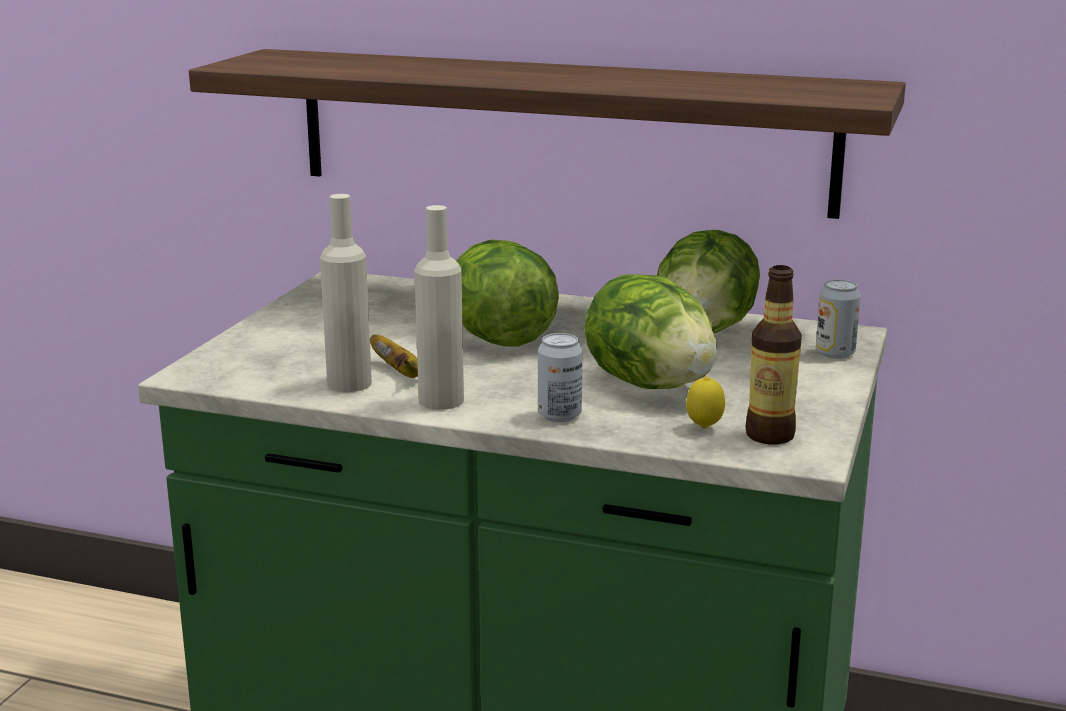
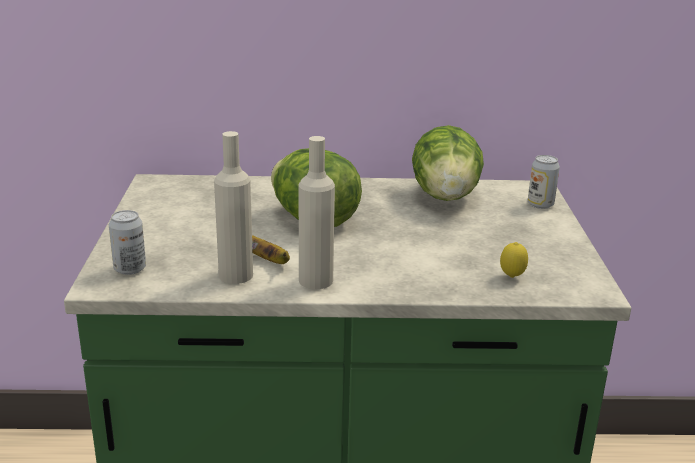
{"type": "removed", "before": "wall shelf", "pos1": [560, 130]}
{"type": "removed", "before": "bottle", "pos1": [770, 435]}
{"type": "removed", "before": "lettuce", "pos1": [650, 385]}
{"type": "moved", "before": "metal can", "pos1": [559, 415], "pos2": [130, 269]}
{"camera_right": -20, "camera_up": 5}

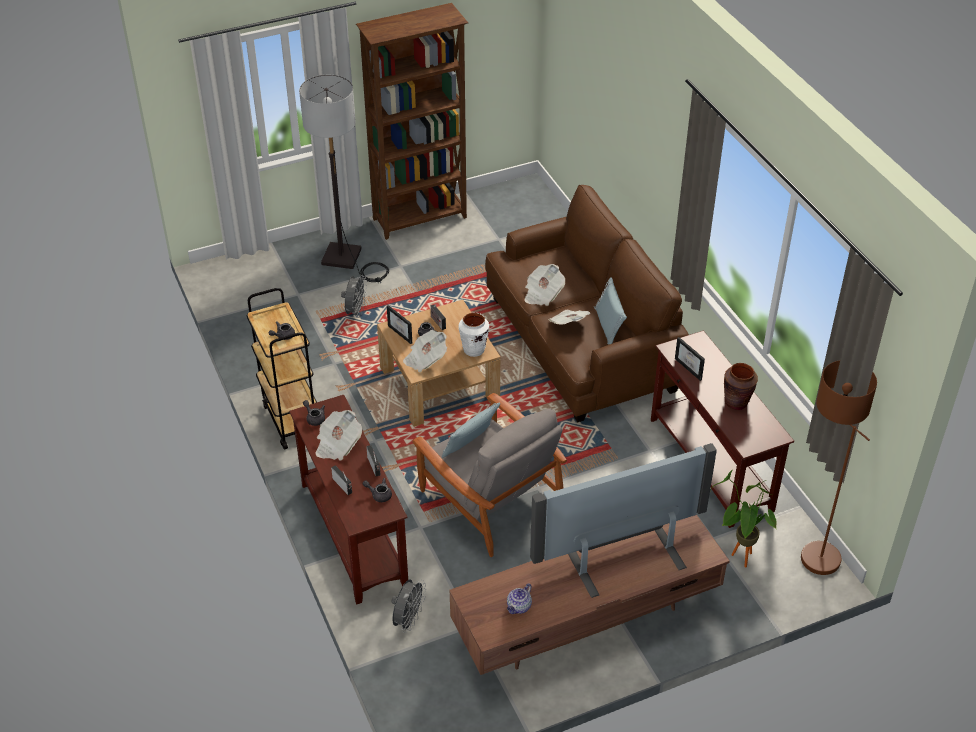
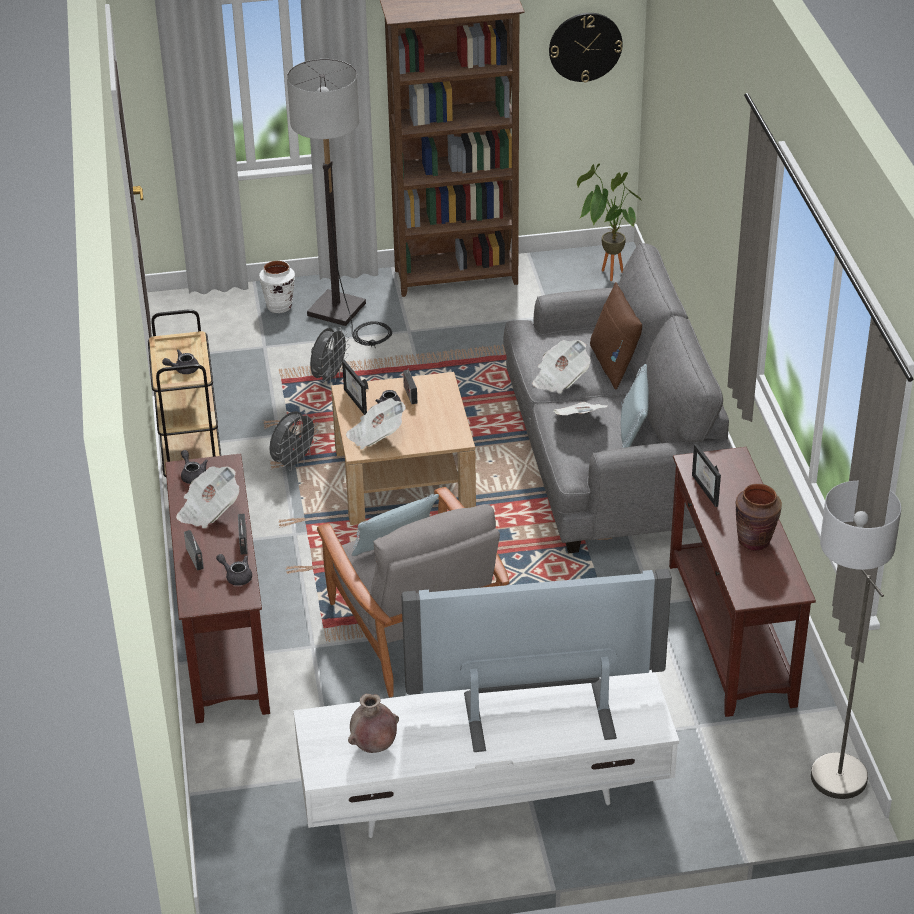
{"type": "recoloured", "before": "brownish sofa", "after": "gray sofa", "pos1": [580, 344], "pos2": [610, 459]}
{"type": "moved", "before": "white decorative vase", "pos1": [474, 350], "pos2": [279, 307]}
{"type": "recoloured", "before": "brownish floor lamp", "after": "gray floor lamp", "pos1": [812, 551], "pos2": [830, 766]}
{"type": "moved", "before": "houseplant", "pos1": [737, 560], "pos2": [606, 275]}
{"type": "recoloured", "before": "brownish media console", "after": "white media console", "pos1": [587, 624], "pos2": [485, 801]}
{"type": "moved", "before": "gray fan", "pos1": [408, 620], "pos2": [293, 462]}
{"type": "replaced", "before": "tea pot", "after": "brownish decorative vase", "pos1": [519, 607], "pos2": [374, 747]}
{"type": "added", "after": "clock on the wall", "pos2": [585, 46]}
{"type": "added", "after": "brownish cushion", "pos2": [614, 366]}
{"camera_right": 15, "camera_up": -5}

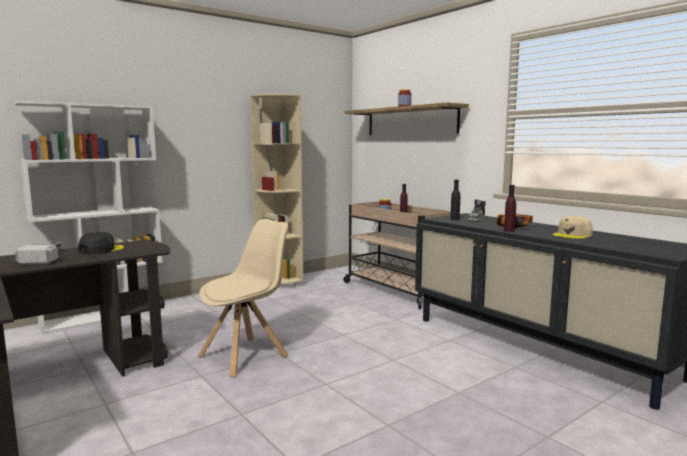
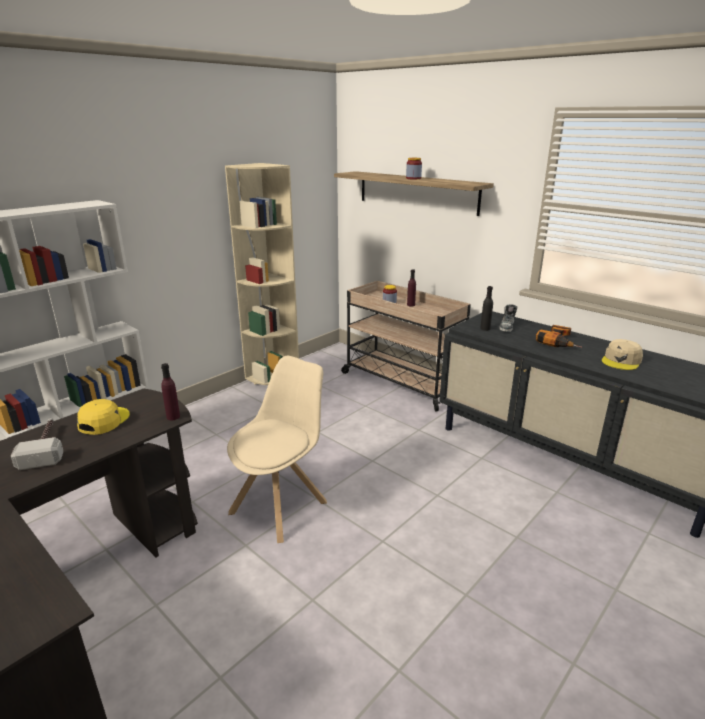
{"type": "moved", "before": "purplish bottle", "pos1": [509, 230], "pos2": [173, 417]}
{"type": "recoloured", "before": "black-coloured baseball cap", "after": "yellow baseball cap", "pos1": [101, 250], "pos2": [104, 421]}
{"camera_right": -10, "camera_up": 15}

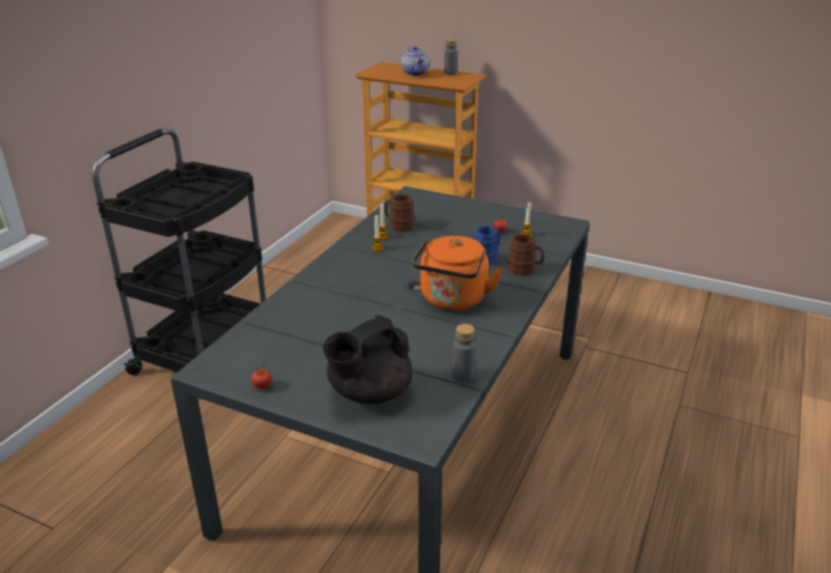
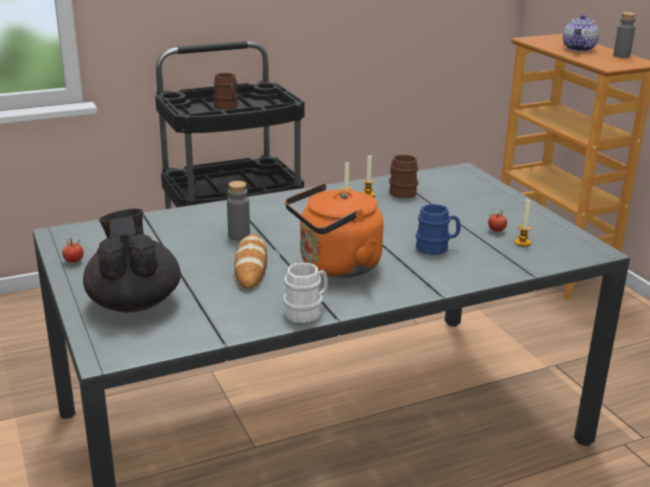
{"type": "moved", "before": "brownish coffee mug", "pos1": [525, 270], "pos2": [227, 106]}
{"type": "turned", "before": "black-coloured tea pot", "pos1": [369, 393], "pos2": [134, 302], "turn": 75}
{"type": "moved", "before": "gray bottle", "pos1": [463, 376], "pos2": [239, 235]}
{"type": "added", "after": "bread", "pos2": [251, 265]}
{"type": "added", "after": "white coffee mug", "pos2": [307, 311]}
{"camera_right": 40, "camera_up": -5}

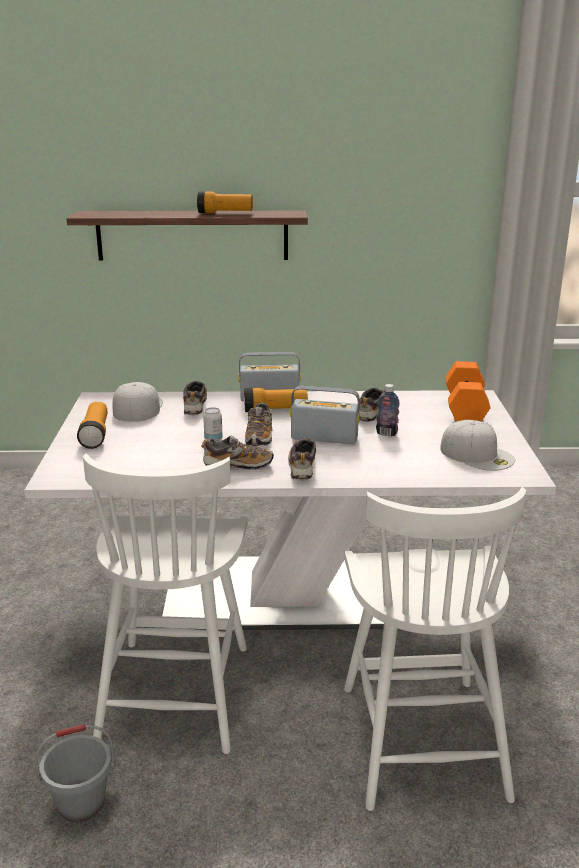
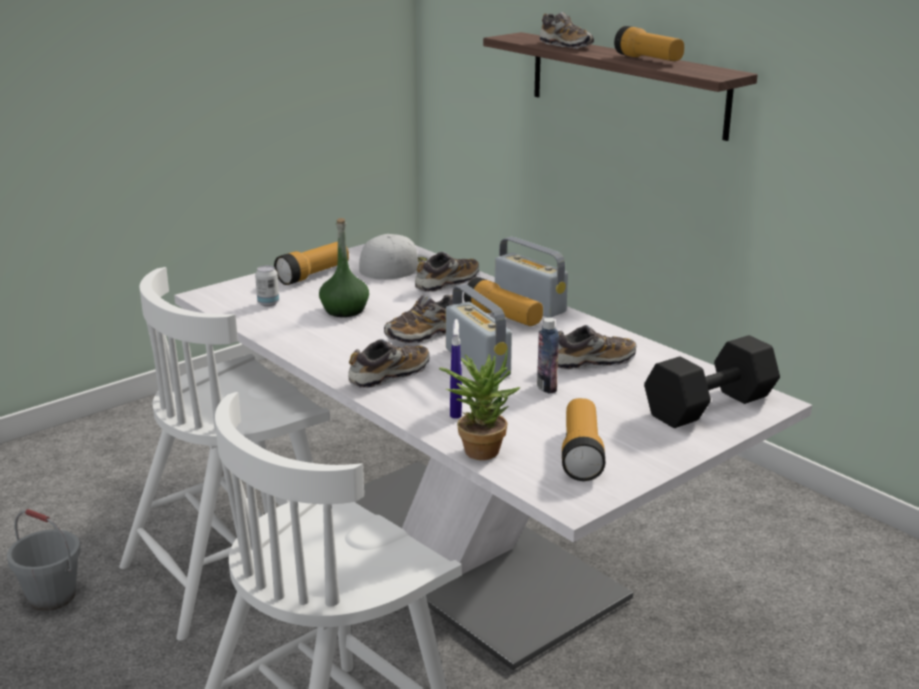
{"type": "recoloured", "before": "orangey hand weight", "after": "black-coloured hand weight", "pos1": [463, 408], "pos2": [709, 405]}
{"type": "moved", "before": "metal can", "pos1": [213, 439], "pos2": [268, 303]}
{"type": "replaced", "before": "white baseball cap", "after": "torch", "pos1": [477, 454], "pos2": [581, 454]}
{"type": "moved", "before": "item of footwear", "pos1": [238, 465], "pos2": [566, 45]}
{"type": "added", "after": "green bottle", "pos2": [345, 310]}
{"type": "added", "after": "bluish sprayer", "pos2": [456, 411]}
{"type": "added", "after": "houseplant", "pos2": [479, 448]}
{"camera_right": 50, "camera_up": 0}

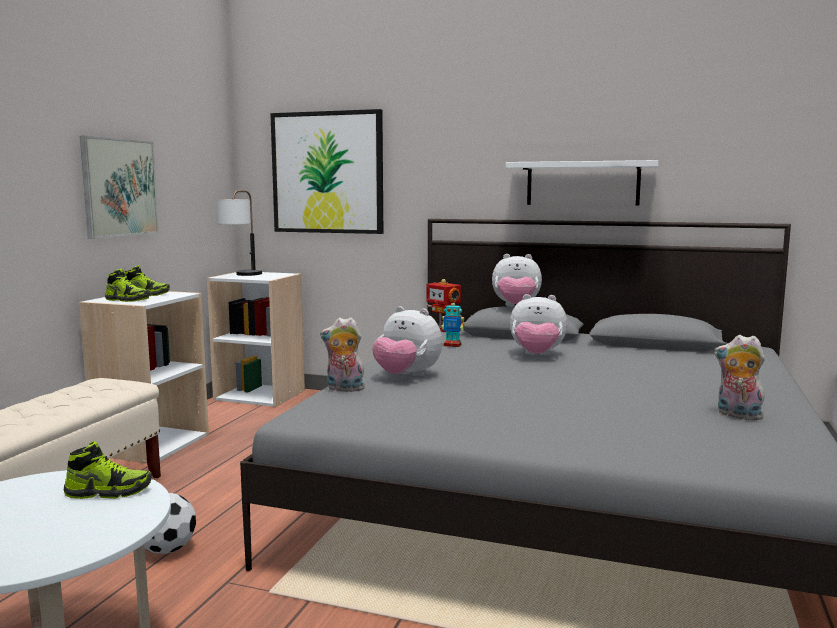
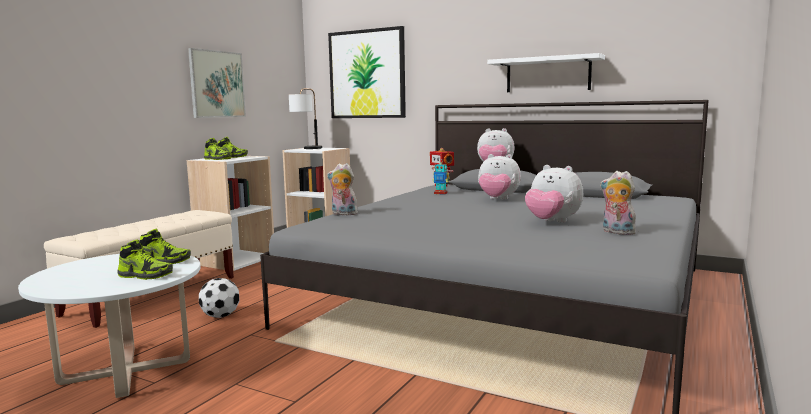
{"type": "moved", "before": "plush toy", "pos1": [406, 376], "pos2": [552, 222]}
{"type": "added", "after": "item of footwear", "pos2": [146, 276]}
{"camera_right": 10, "camera_up": 0}

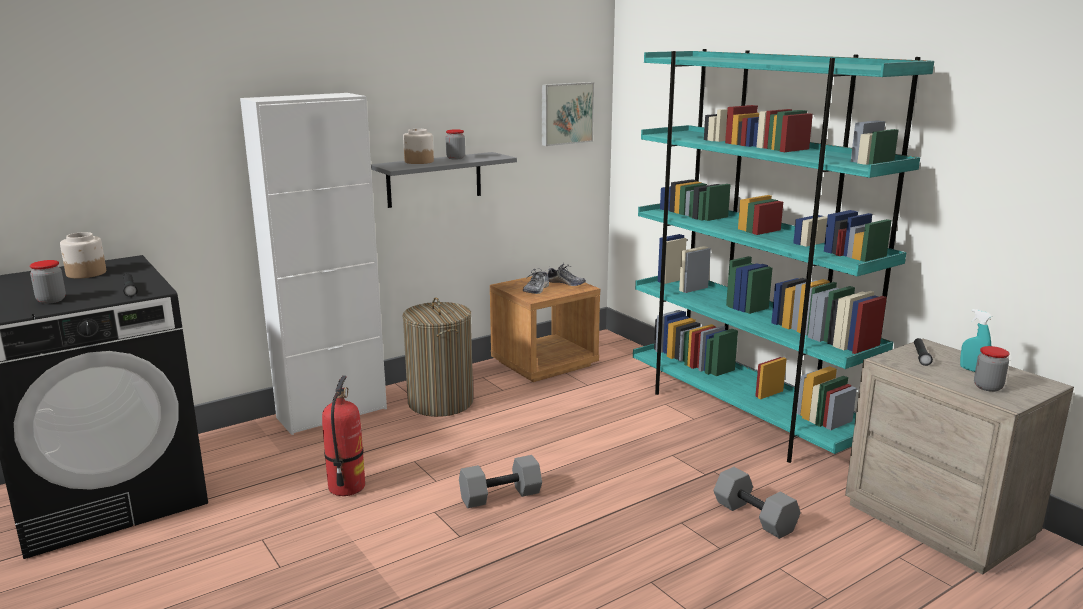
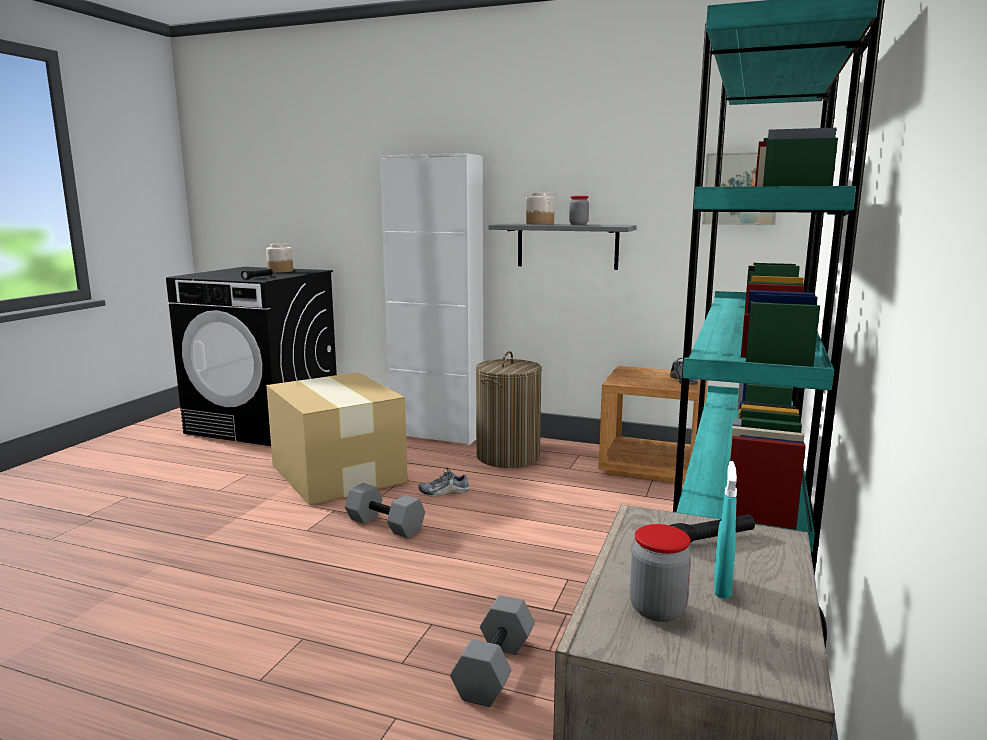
{"type": "removed", "before": "storage jar", "pos1": [51, 300]}
{"type": "moved", "before": "item of footwear", "pos1": [536, 289], "pos2": [444, 492]}
{"type": "replaced", "before": "fire extinguisher", "after": "cardboard box", "pos1": [346, 487], "pos2": [338, 472]}
{"camera_right": 55, "camera_up": -5}

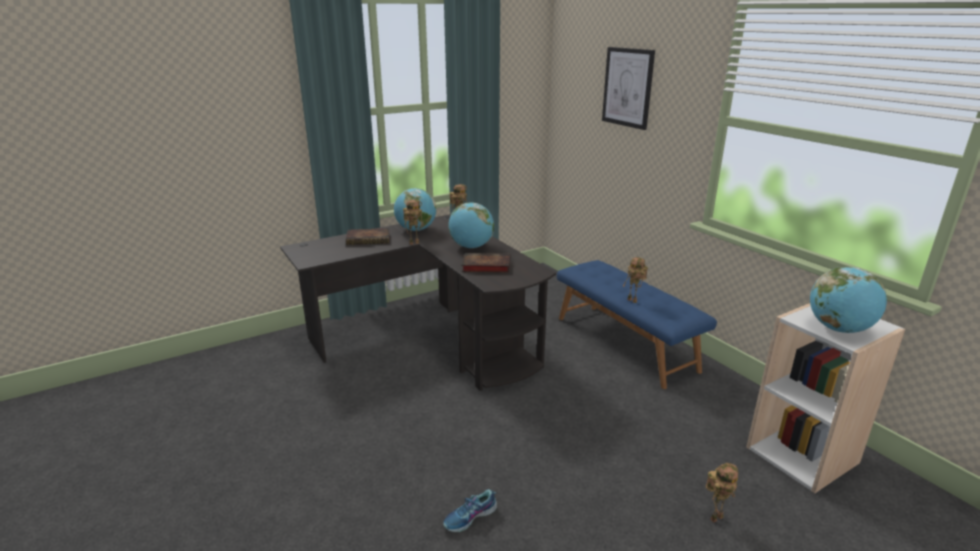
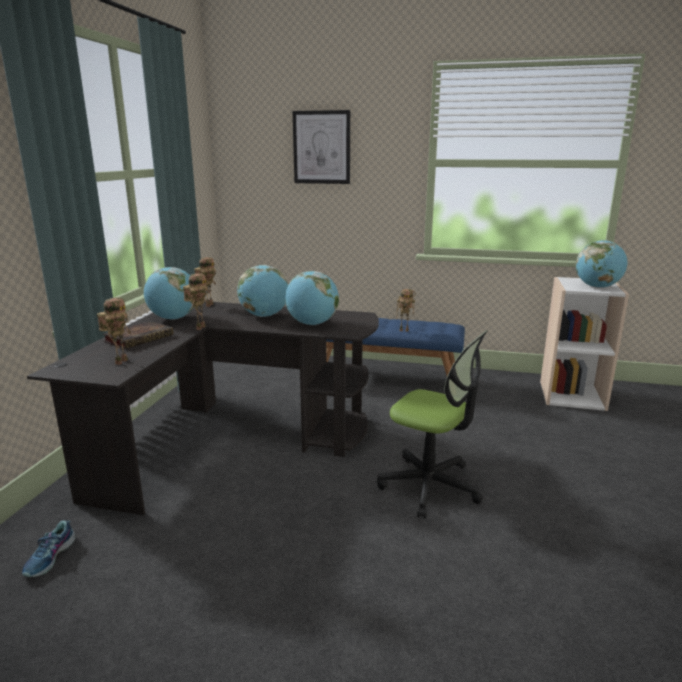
{"type": "replaced", "before": "bound book", "after": "globe", "pos1": [485, 266], "pos2": [312, 324]}
{"type": "moved", "before": "model robot", "pos1": [716, 516], "pos2": [120, 361]}
{"type": "moved", "before": "item of footwear", "pos1": [470, 517], "pos2": [51, 557]}
{"type": "added", "after": "office chair", "pos2": [430, 485]}
{"camera_right": -45, "camera_up": -5}

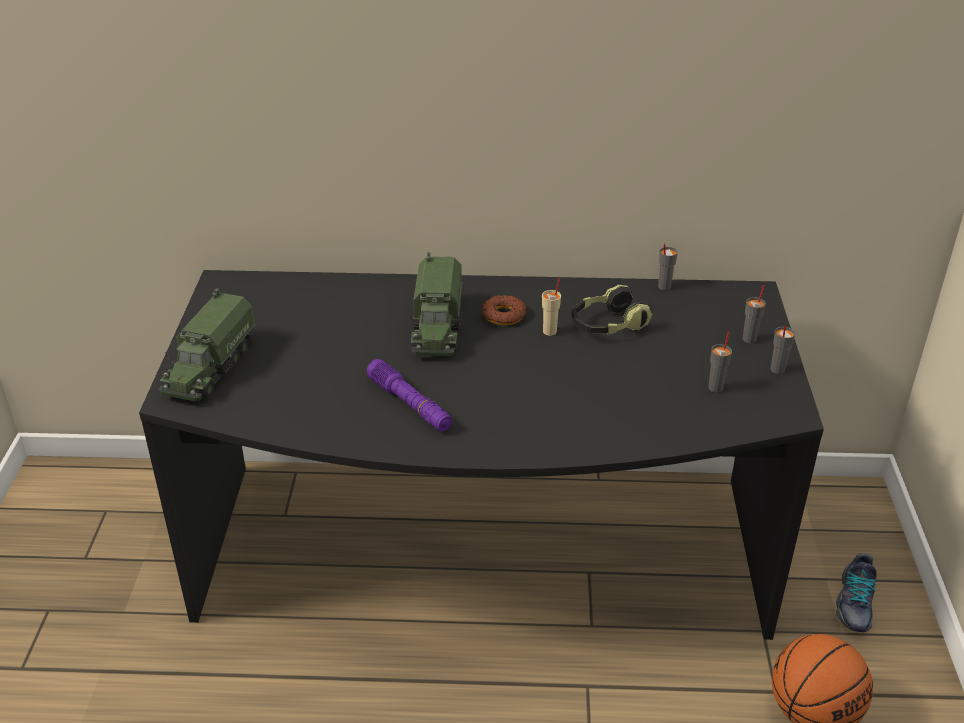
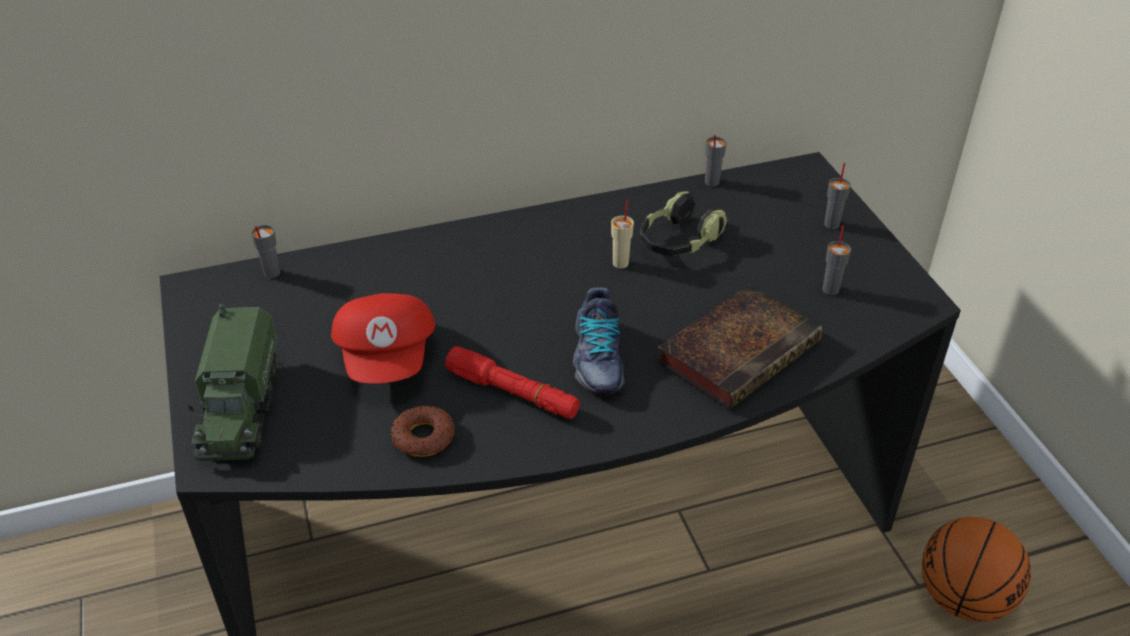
{"type": "removed", "before": "toy truck", "pos1": [437, 328]}
{"type": "moved", "before": "ring doughnut", "pos1": [503, 315], "pos2": [423, 437]}
{"type": "moved", "before": "gray small cup", "pos1": [777, 369], "pos2": [271, 273]}
{"type": "recoloured", "before": "purplish torch", "after": "reddish torch", "pos1": [409, 404], "pos2": [513, 393]}
{"type": "moved", "before": "item of footwear", "pos1": [853, 603], "pos2": [597, 358]}
{"type": "added", "after": "bound book", "pos2": [740, 350]}
{"type": "added", "after": "reddish baseball cap", "pos2": [388, 357]}
{"camera_right": -20, "camera_up": 5}

